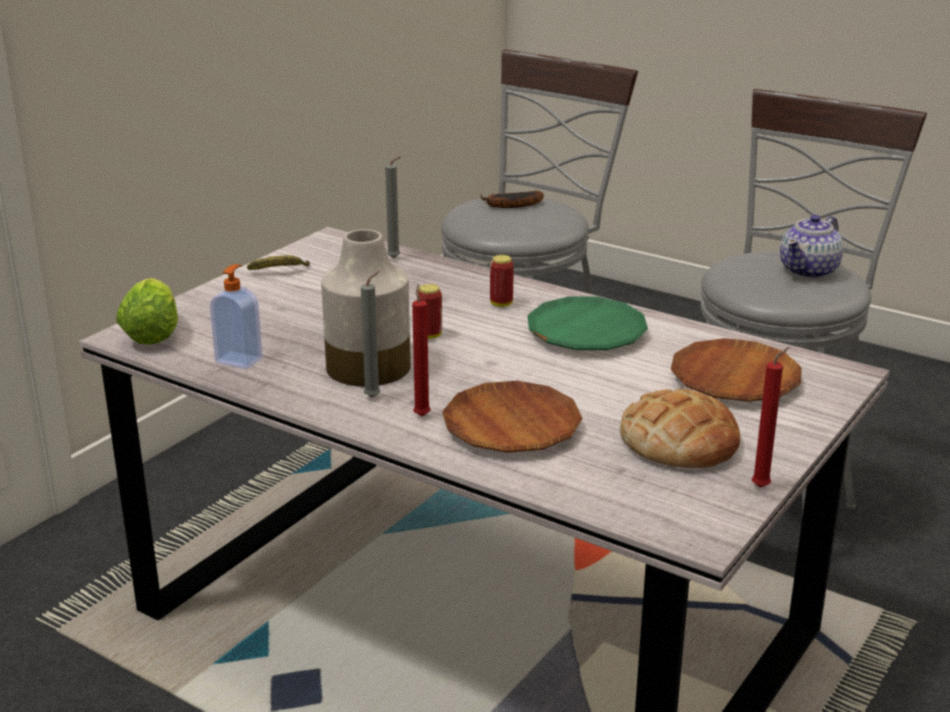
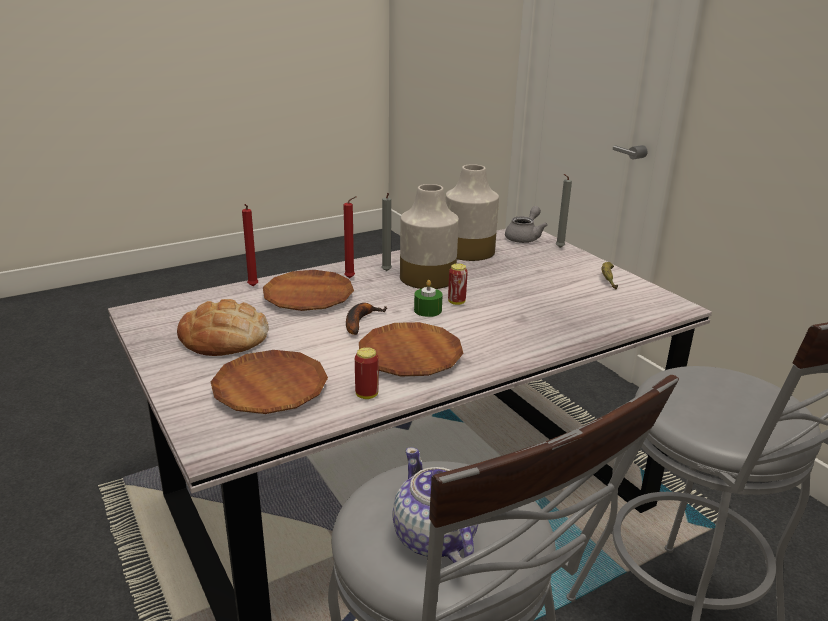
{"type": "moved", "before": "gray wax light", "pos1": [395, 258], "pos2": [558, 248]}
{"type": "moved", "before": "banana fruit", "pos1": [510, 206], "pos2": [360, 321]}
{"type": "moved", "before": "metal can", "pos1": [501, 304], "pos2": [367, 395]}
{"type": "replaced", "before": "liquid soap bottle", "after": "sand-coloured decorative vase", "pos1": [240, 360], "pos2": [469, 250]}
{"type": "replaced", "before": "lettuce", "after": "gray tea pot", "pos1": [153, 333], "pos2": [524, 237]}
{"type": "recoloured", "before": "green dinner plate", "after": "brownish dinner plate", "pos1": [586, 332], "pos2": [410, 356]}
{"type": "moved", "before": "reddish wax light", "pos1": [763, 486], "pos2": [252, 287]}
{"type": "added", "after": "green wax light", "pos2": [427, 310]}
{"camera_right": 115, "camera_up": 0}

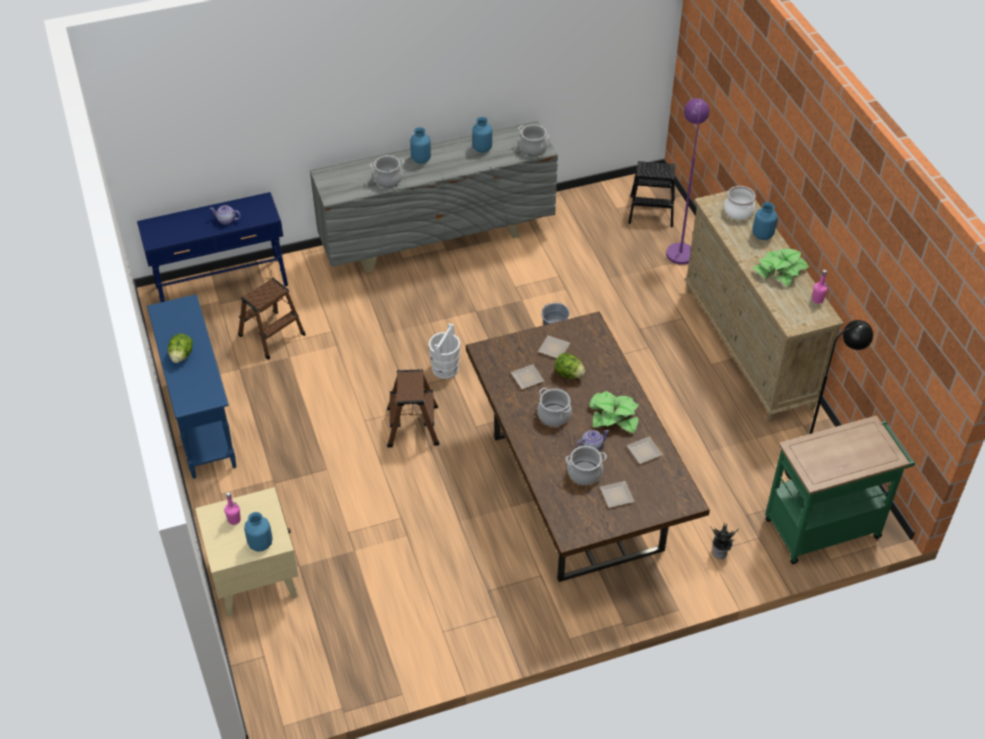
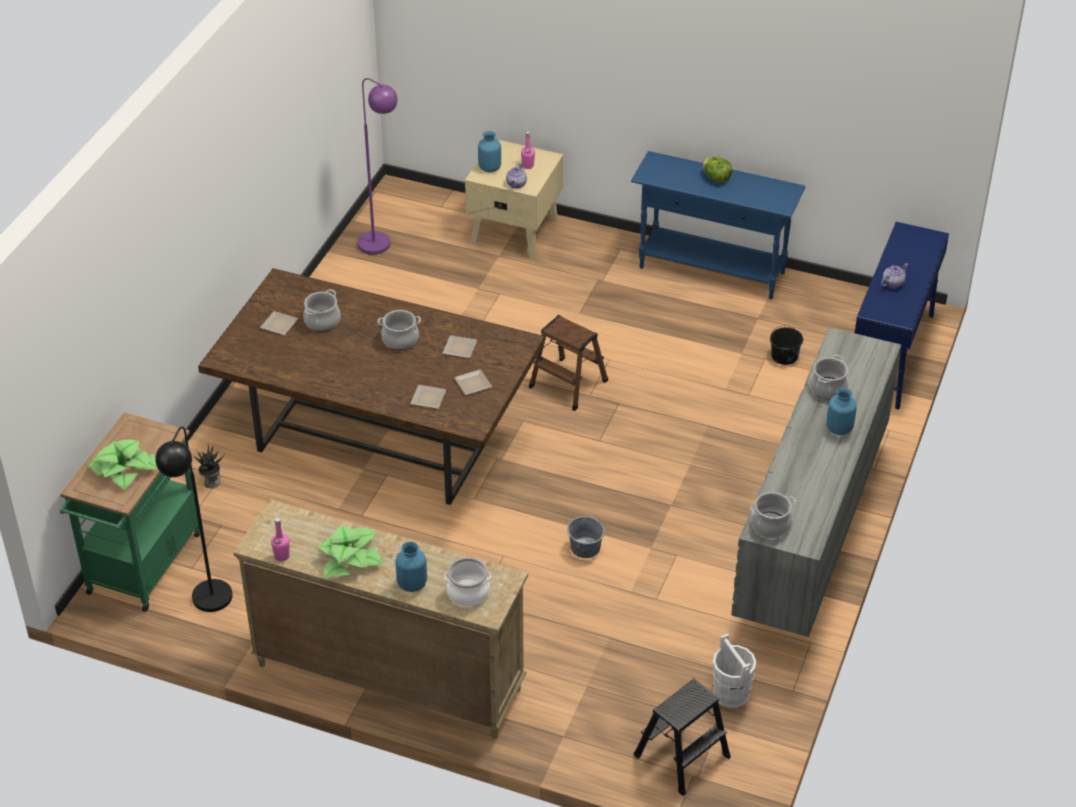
{"type": "moved", "before": "purplish floor lamp", "pos1": [679, 248], "pos2": [381, 249]}
{"type": "removed", "before": "bluish decorative vase", "pos1": [482, 148]}
{"type": "replaced", "before": "brownish step stool", "after": "black-coloured bucket", "pos1": [272, 334], "pos2": [784, 356]}
{"type": "moved", "before": "white bucket", "pos1": [445, 369], "pos2": [731, 693]}
{"type": "removed", "before": "lettuce", "pos1": [568, 374]}
{"type": "moved", "before": "houseplant", "pos1": [614, 416], "pos2": [125, 469]}
{"type": "moved", "before": "tea pot", "pos1": [591, 446], "pos2": [516, 184]}
{"type": "moved", "before": "dinner plate", "pos1": [643, 451], "pos2": [429, 398]}
{"camera_right": 130, "camera_up": -5}

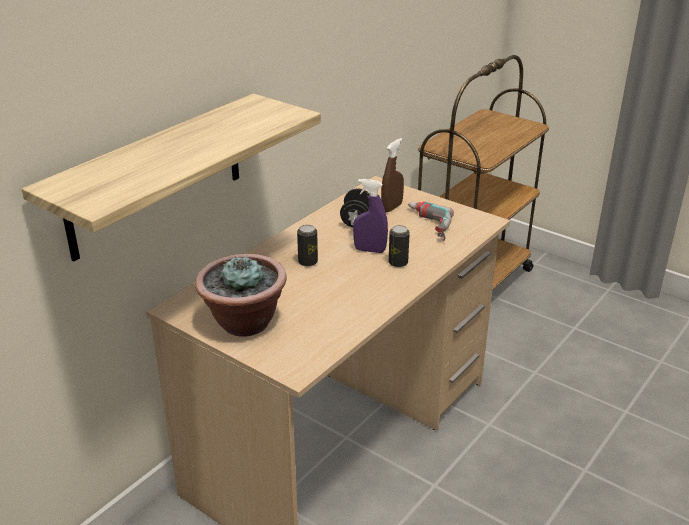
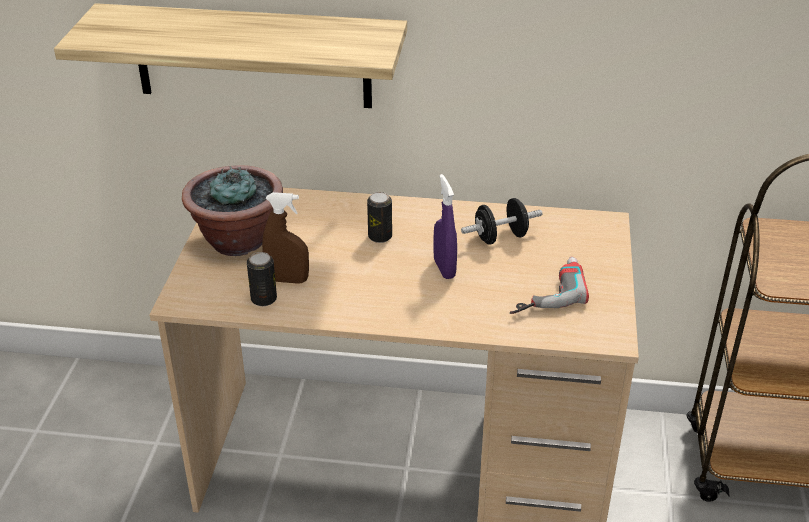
{"type": "moved", "before": "brownish sprayer", "pos1": [391, 207], "pos2": [287, 280]}
{"type": "moved", "before": "metal can", "pos1": [398, 263], "pos2": [264, 299]}
{"camera_right": 60, "camera_up": 5}

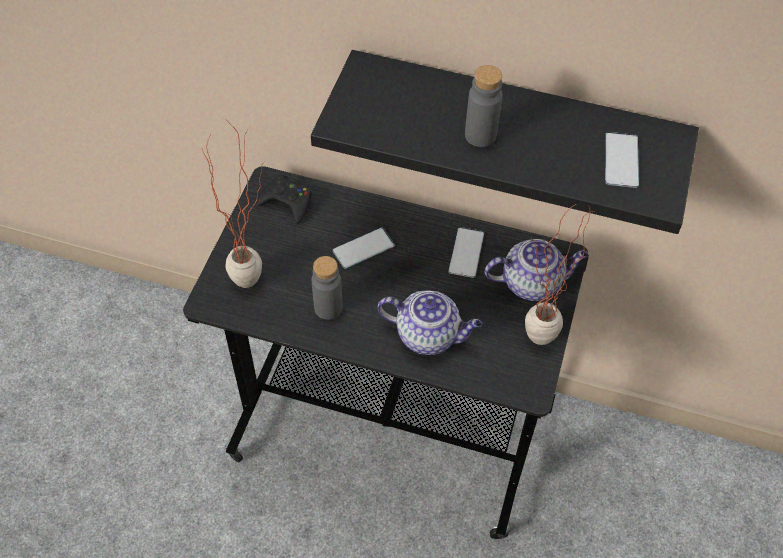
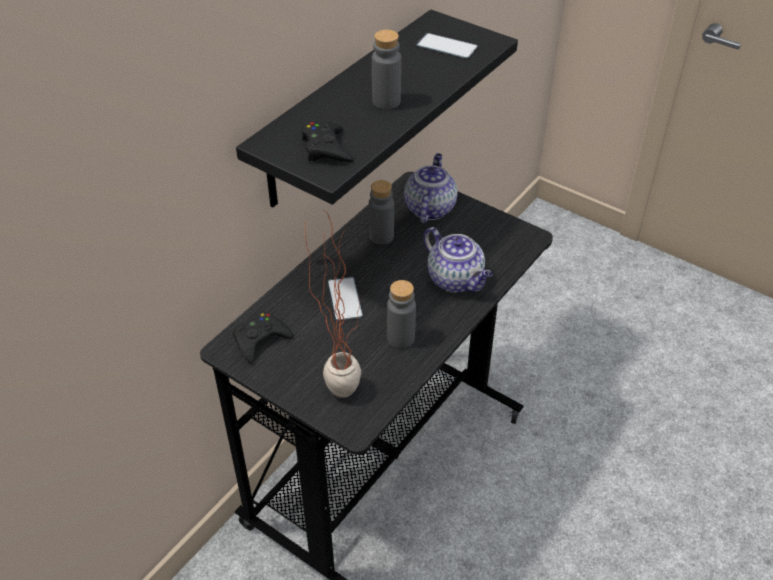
{"type": "removed", "before": "houseplant", "pos1": [532, 345]}
{"type": "replaced", "before": "handset", "after": "gray bottle", "pos1": [466, 252], "pos2": [381, 236]}
{"type": "turned", "before": "tea pot", "pos1": [429, 335], "pos2": [456, 280], "turn": 105}
{"type": "added", "after": "black-coloured joypad", "pos2": [326, 148]}
{"camera_right": -70, "camera_up": -10}

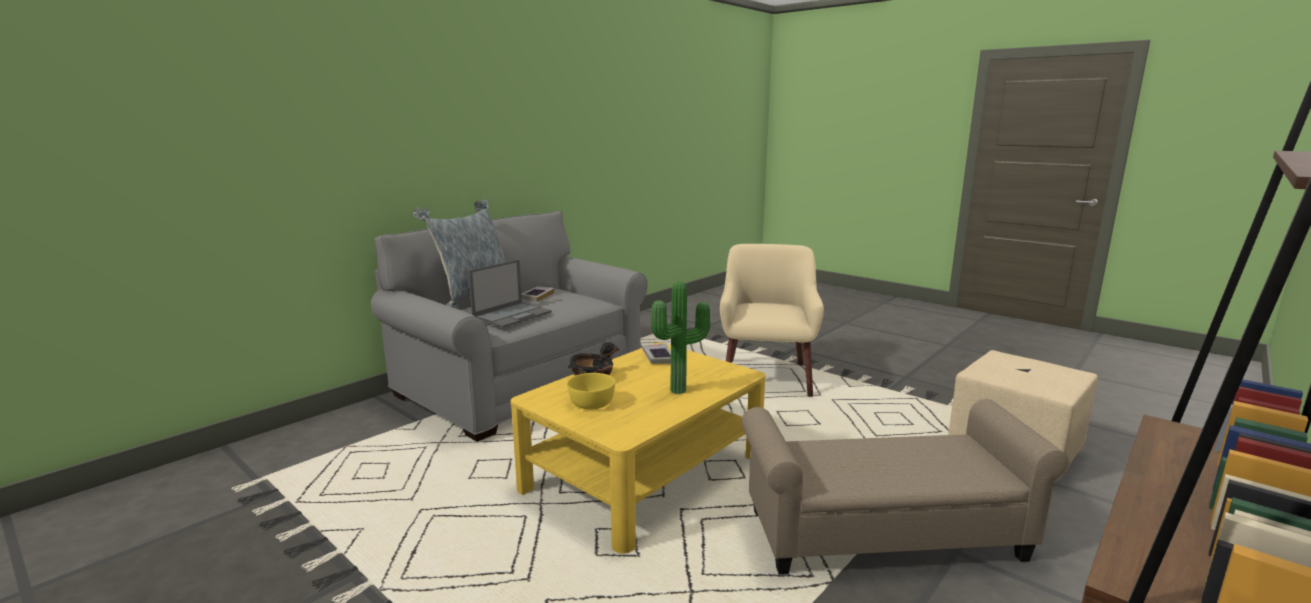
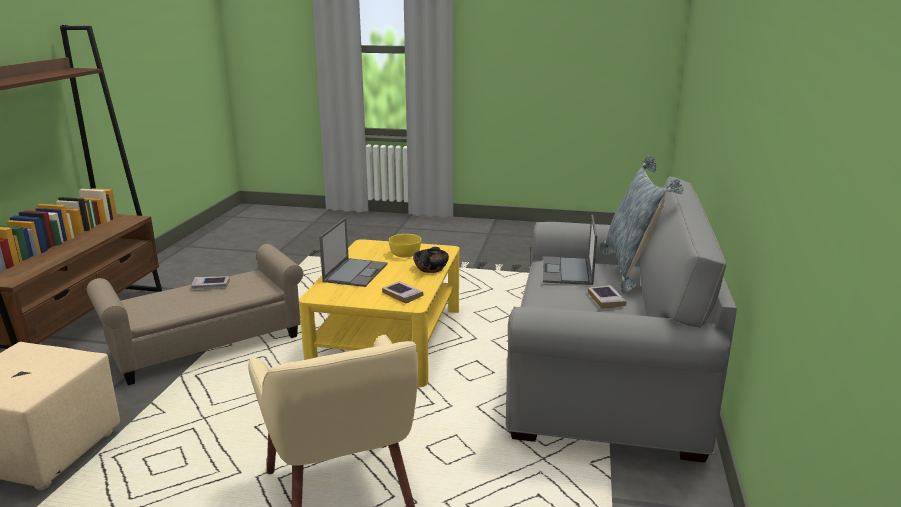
{"type": "replaced", "before": "houseplant", "after": "portable computer", "pos1": [680, 391], "pos2": [355, 272]}
{"type": "added", "after": "bound book", "pos2": [211, 285]}
{"camera_right": 150, "camera_up": 5}

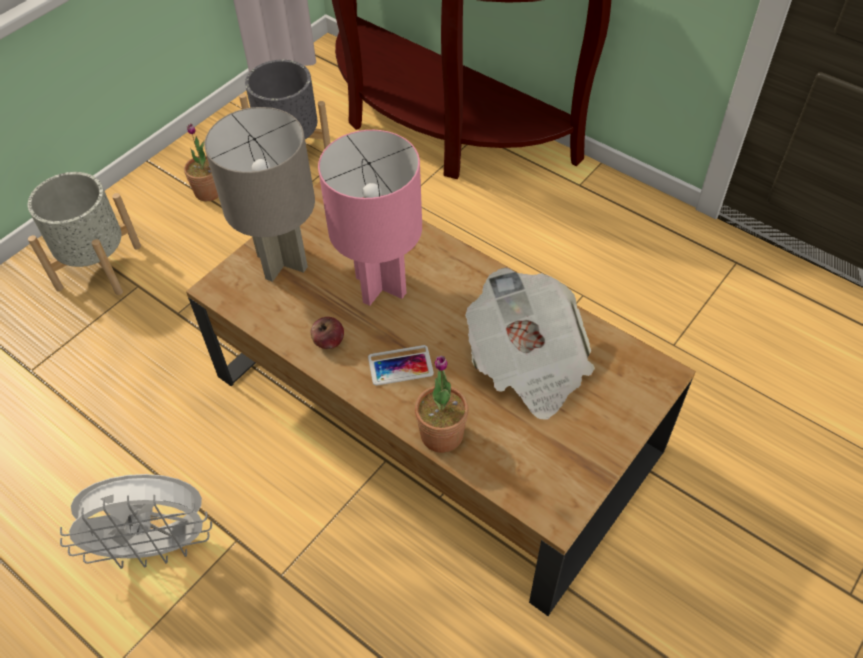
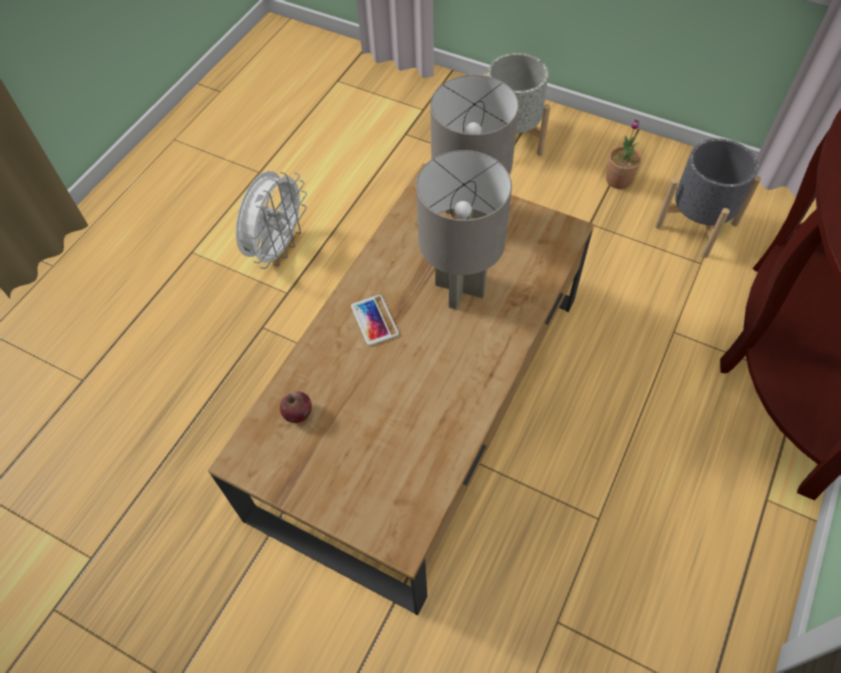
{"type": "recoloured", "before": "pinkish tabletop lamp", "after": "gray tabletop lamp", "pos1": [379, 286], "pos2": [459, 288]}
{"type": "removed", "before": "daily paper", "pos1": [528, 363]}
{"type": "moved", "before": "whole apple", "pos1": [328, 342], "pos2": [298, 413]}
{"type": "removed", "before": "houseplant", "pos1": [442, 434]}
{"type": "turned", "before": "white fan", "pos1": [157, 546], "pos2": [278, 248], "turn": -135}
{"camera_right": 80, "camera_up": 5}

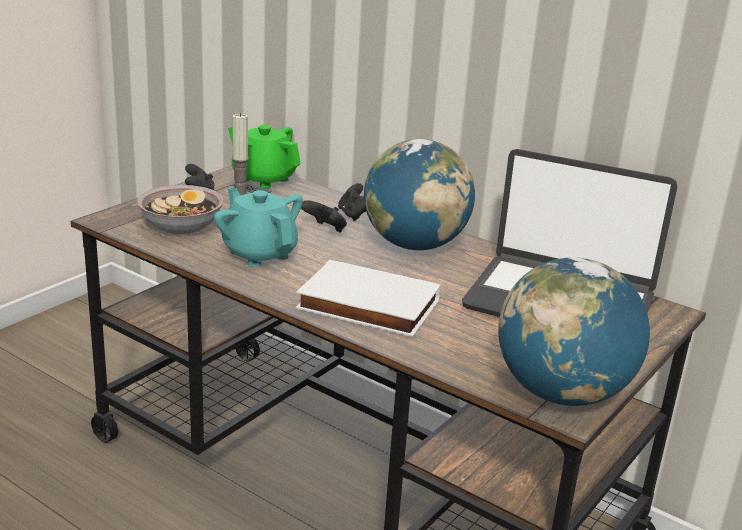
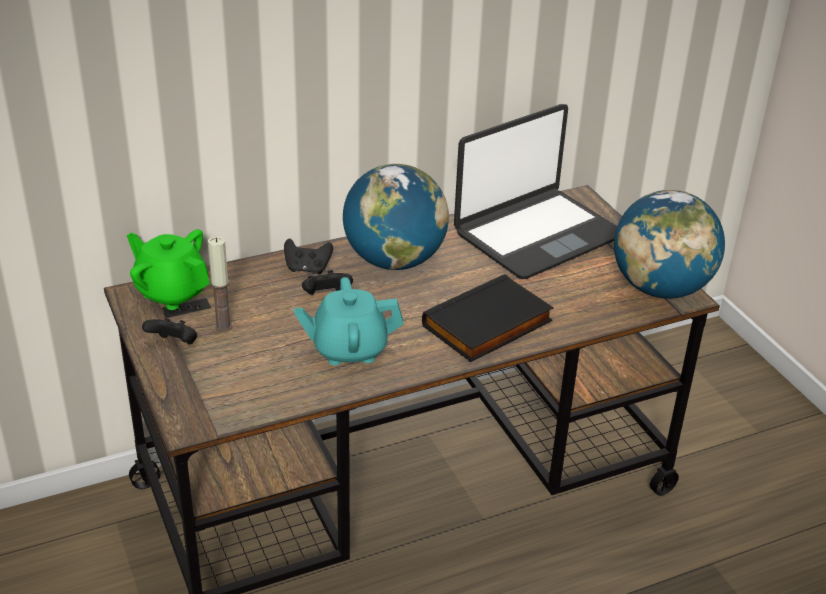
{"type": "turned", "before": "green tea pot", "pos1": [263, 179], "pos2": [172, 292], "turn": 60}
{"type": "removed", "before": "bowl", "pos1": [181, 226]}
{"type": "recoloured", "before": "white bound book", "after": "black-coloured bound book", "pos1": [366, 306], "pos2": [488, 325]}
{"camera_right": -60, "camera_up": 10}

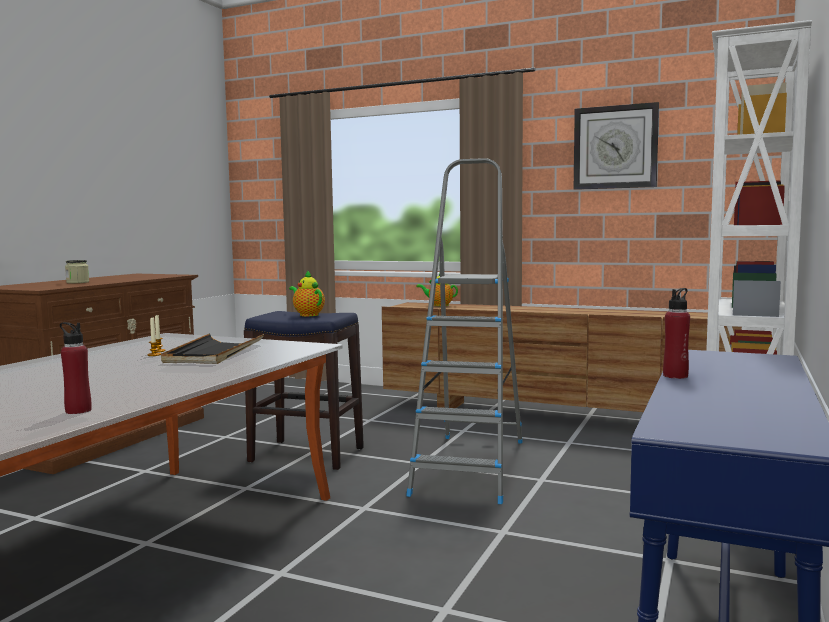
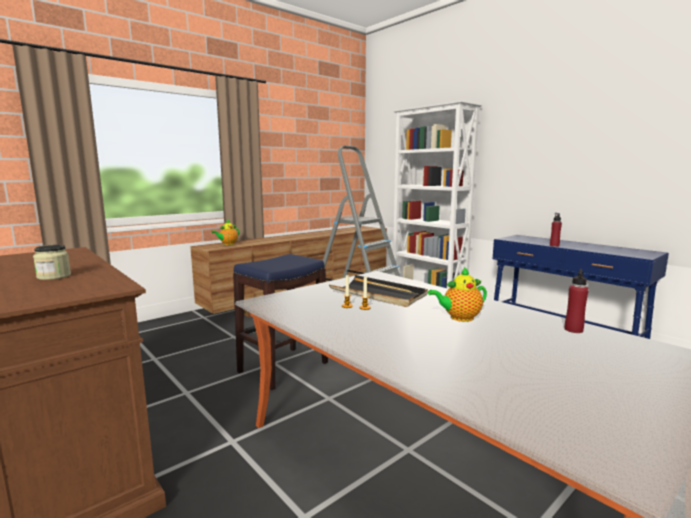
{"type": "removed", "before": "clock on the wall", "pos1": [615, 147]}
{"type": "moved", "before": "tea pot", "pos1": [307, 315], "pos2": [459, 318]}
{"camera_right": -65, "camera_up": 5}

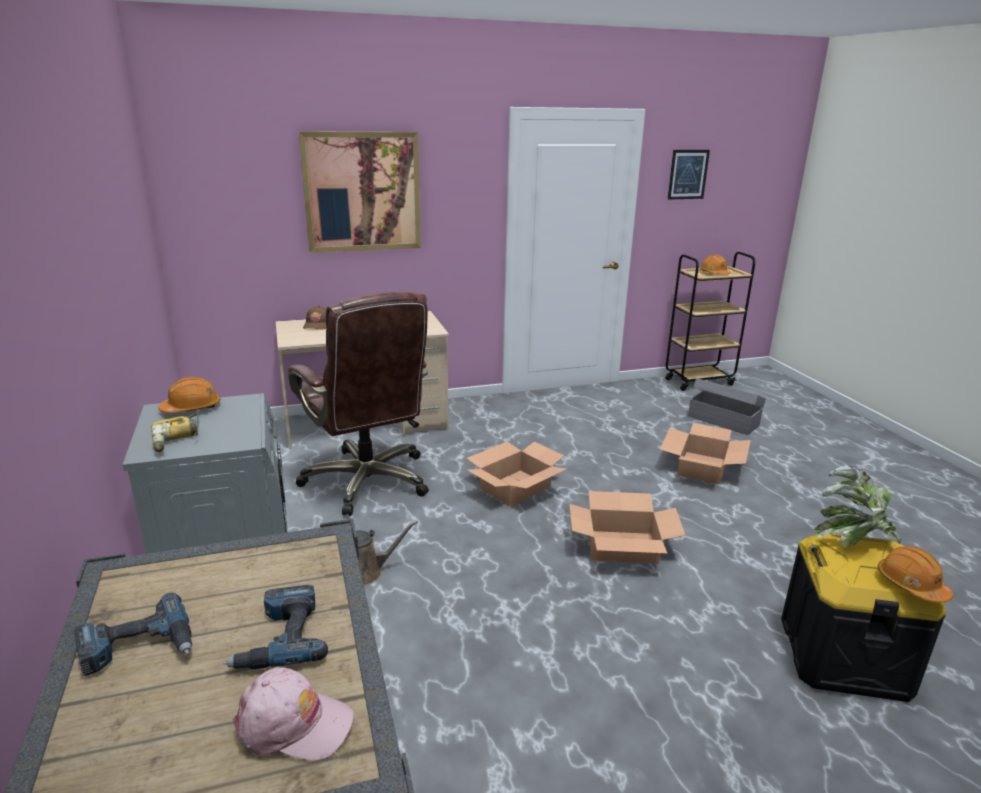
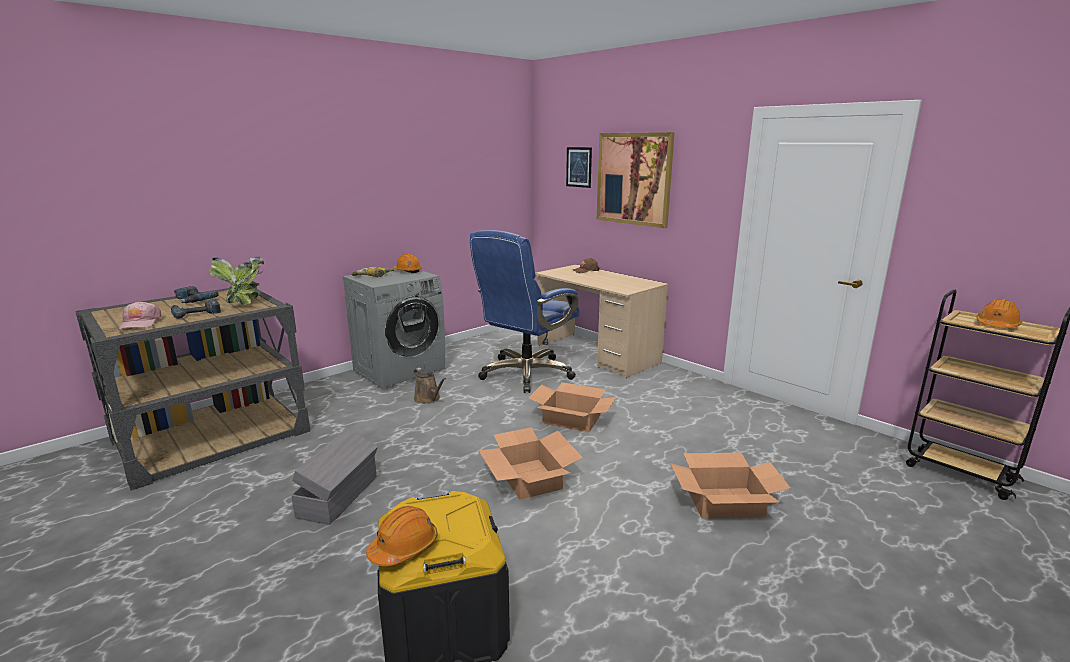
{"type": "moved", "before": "wall art", "pos1": [688, 174], "pos2": [579, 167]}
{"type": "recoloured", "before": "brownish office chair", "after": "bluish office chair", "pos1": [367, 480], "pos2": [526, 373]}
{"type": "moved", "before": "gray storage container", "pos1": [723, 420], "pos2": [340, 496]}
{"type": "moved", "before": "houseplant", "pos1": [852, 539], "pos2": [244, 302]}
{"camera_right": 65, "camera_up": -5}

